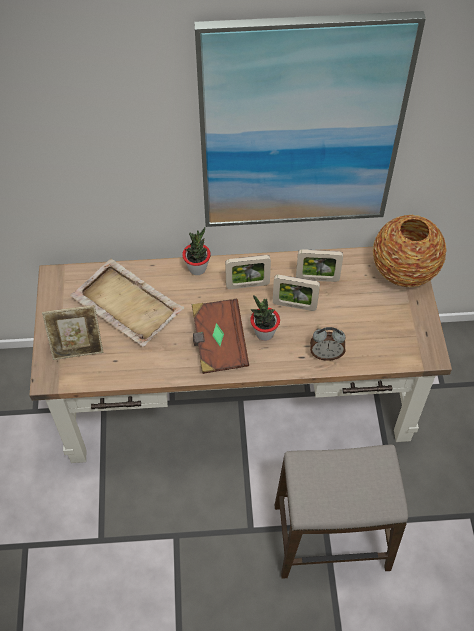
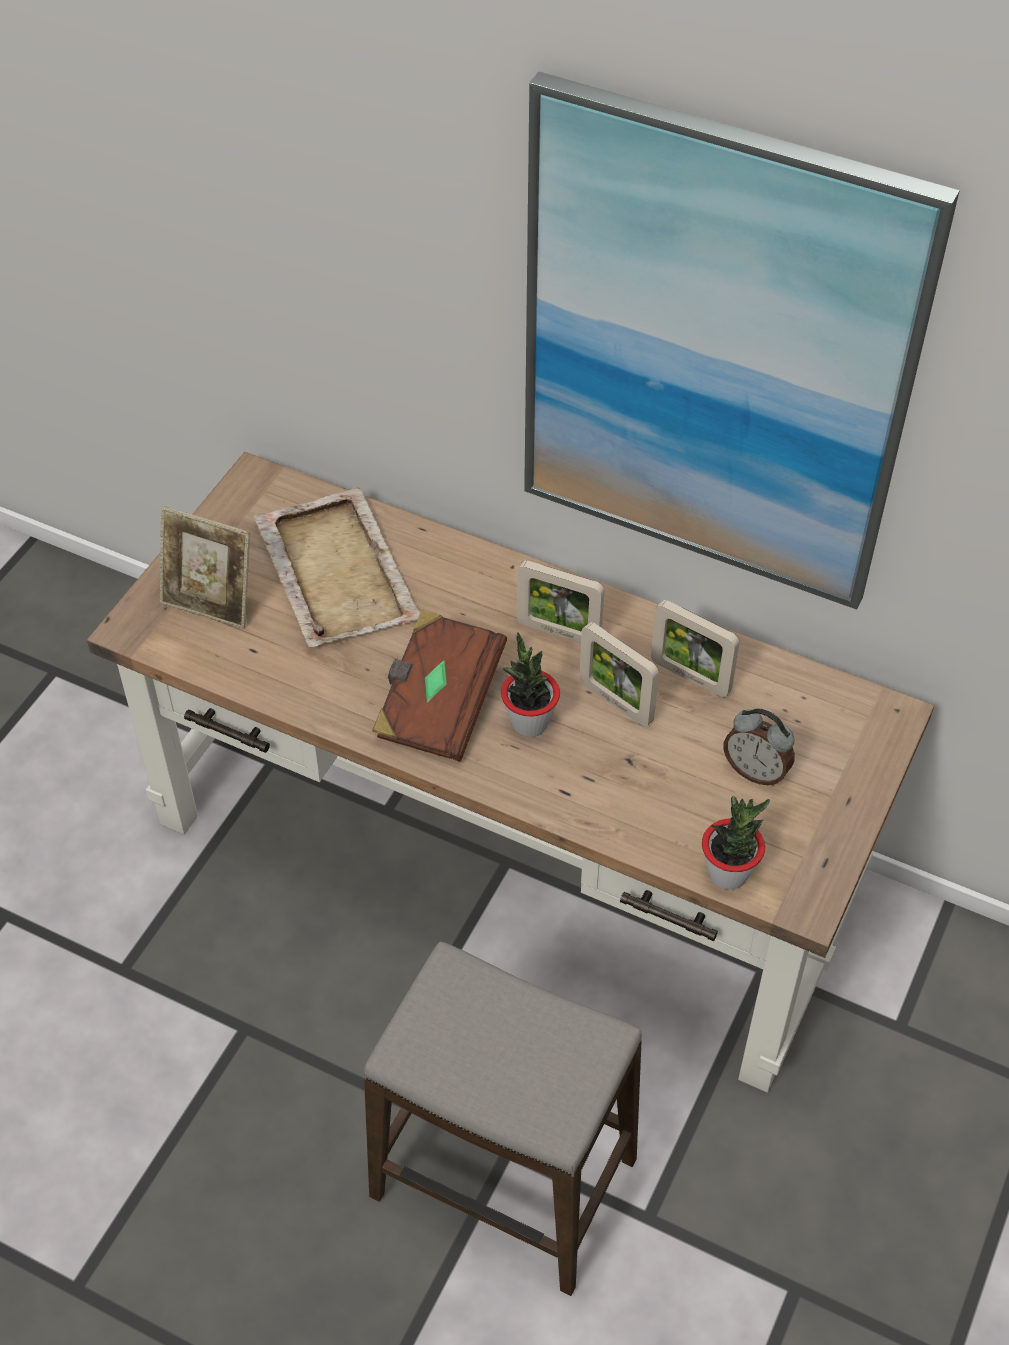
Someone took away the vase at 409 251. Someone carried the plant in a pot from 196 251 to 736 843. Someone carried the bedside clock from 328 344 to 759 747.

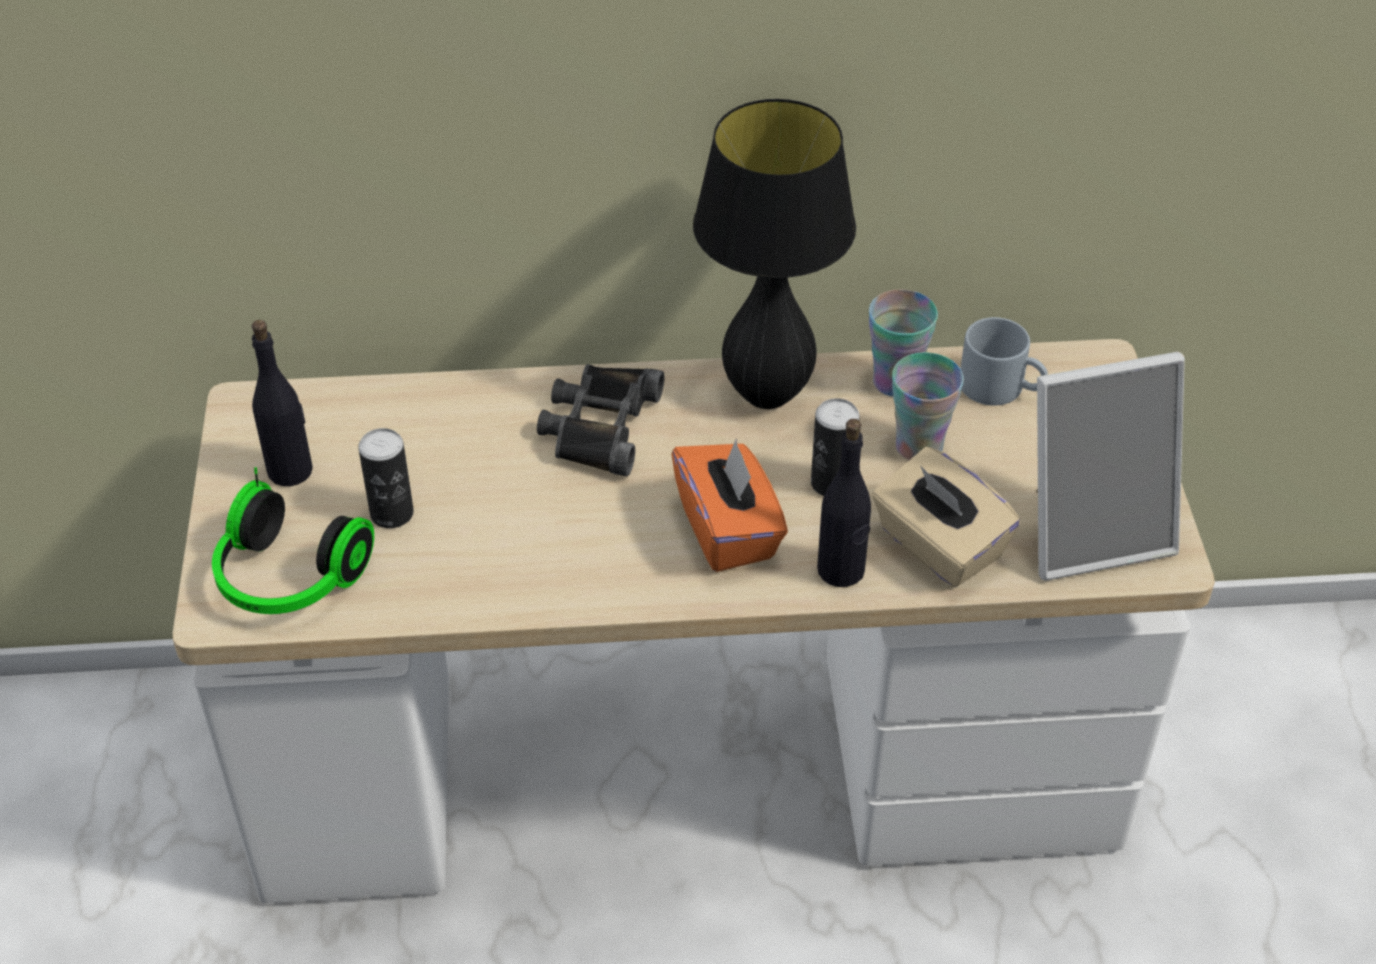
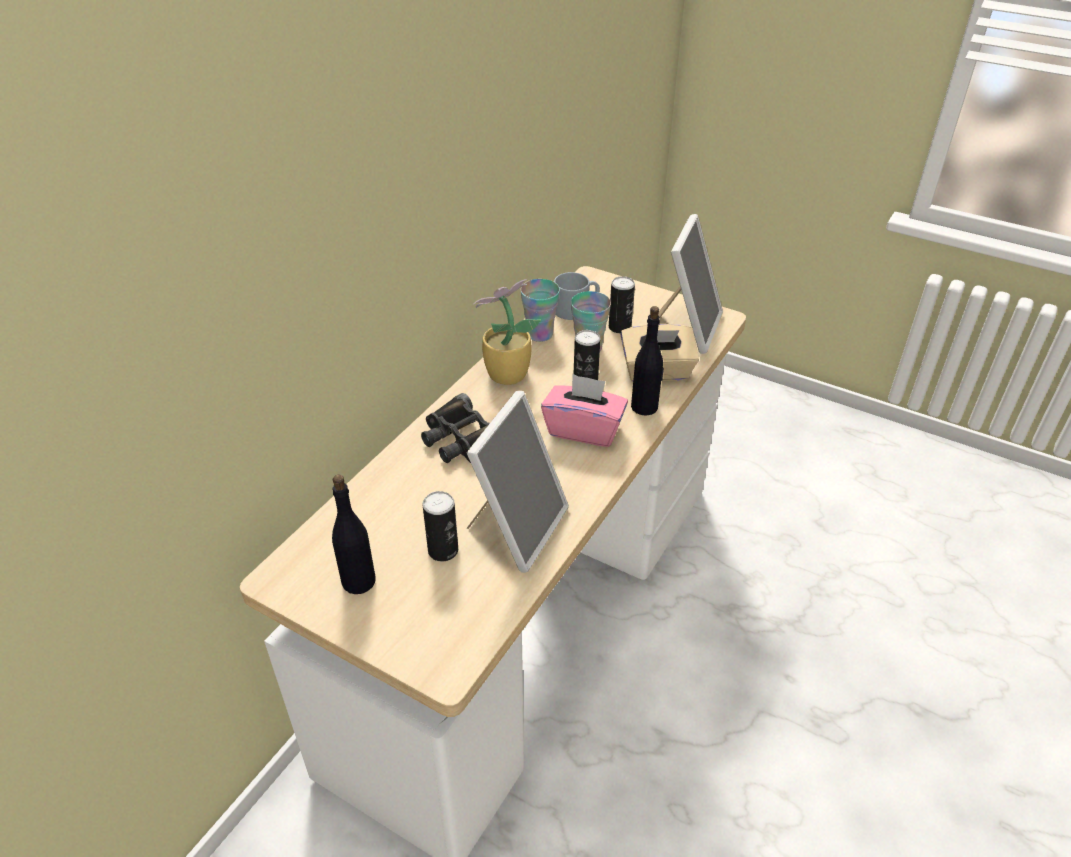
Someone swapped the black tabletop lamp at 774 254 for the plant in a pot at 507 332. Someone repainted the orange tissue holder at 729 505, which became the pinkish tissue holder at 584 410. Someone took away the headphones at 293 540. Someone put down the sealed can at 622 304. Someone put down the photo frame at 517 481.

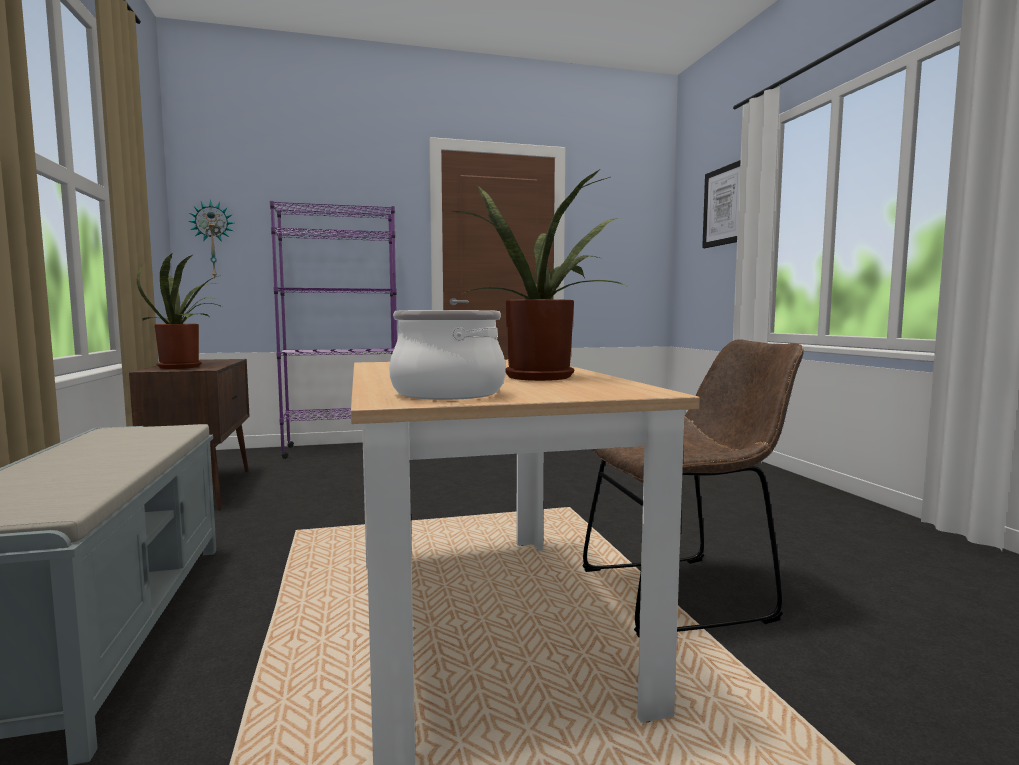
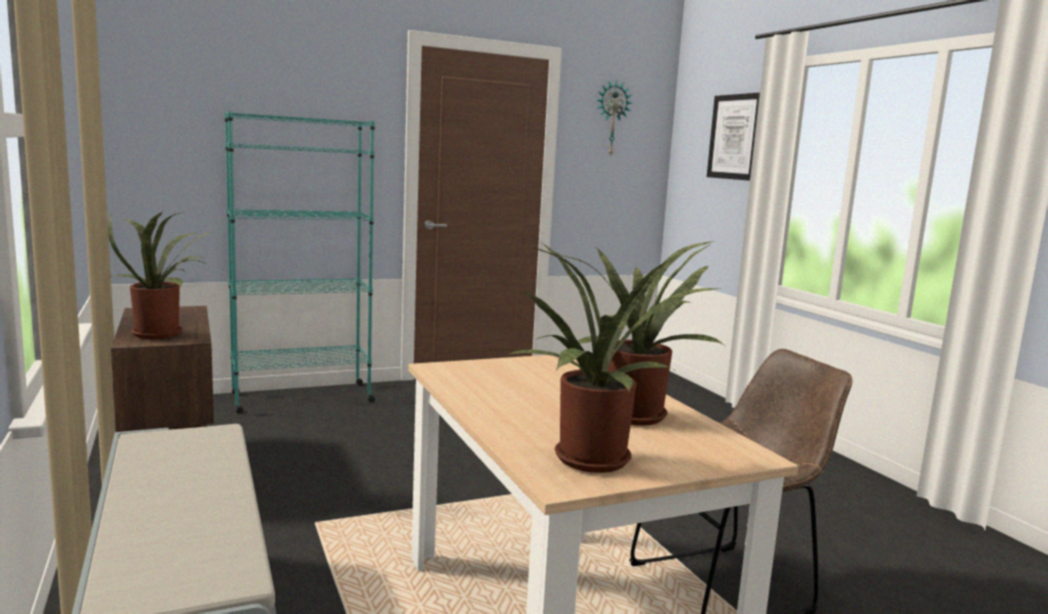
Someone carried the clock on the wall from 211 239 to 614 118. Someone repainted the purple-coloured bookshelf at 333 330, which became the turquoise-coloured bookshelf at 299 262. Someone swapped the cooking pot at 447 355 for the plant in a pot at 613 358.

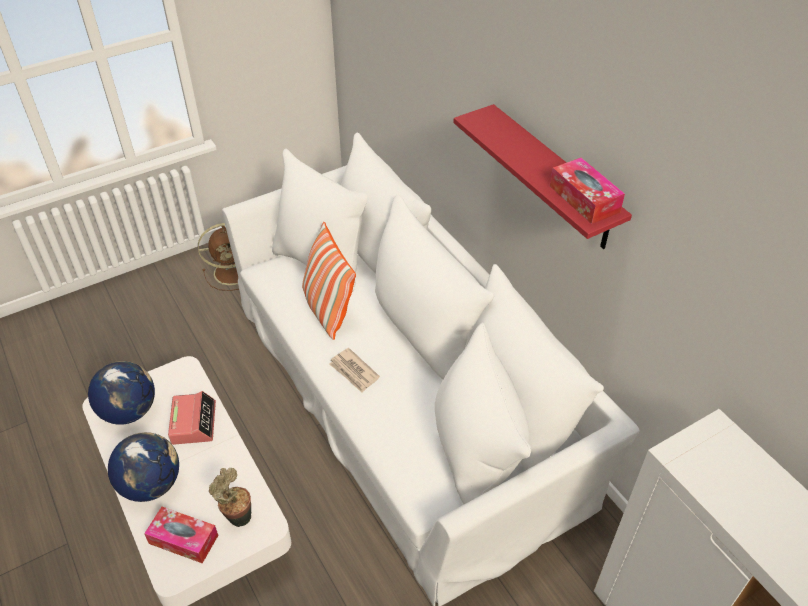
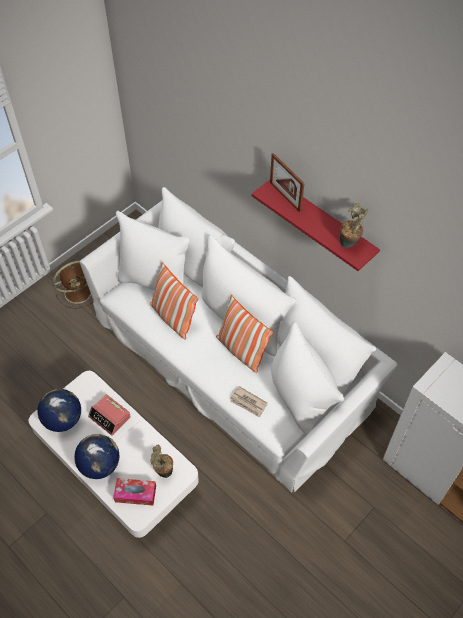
Someone swapped the tissue holder at 587 191 for the plant in a pot at 354 225. Someone carried the newspaper from 354 370 to 249 402. Someone rotated the bedside clock at 192 418 by 150 degrees clockwise. Someone put down the photo frame at 287 183. Someone put down the cushion at 244 334.

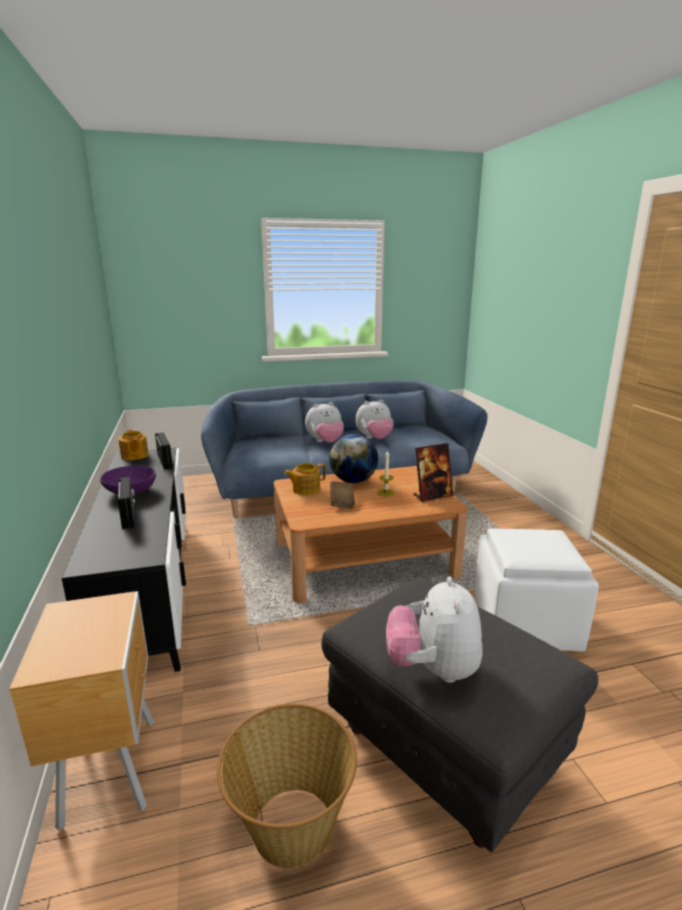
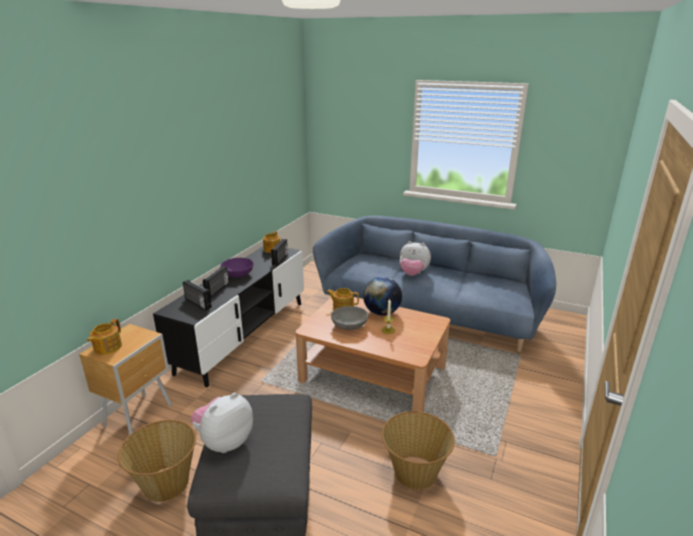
Someone took away the soft toy at 375 419. Someone took away the photo frame at 433 472. Someone swapped the brown book at 342 495 for the grey bowl at 349 318. Someone swapped the whitish ottoman at 537 590 for the storage basket at 418 450. Someone put down the radio receiver at 197 295. Someone put down the tea pot at 104 337.

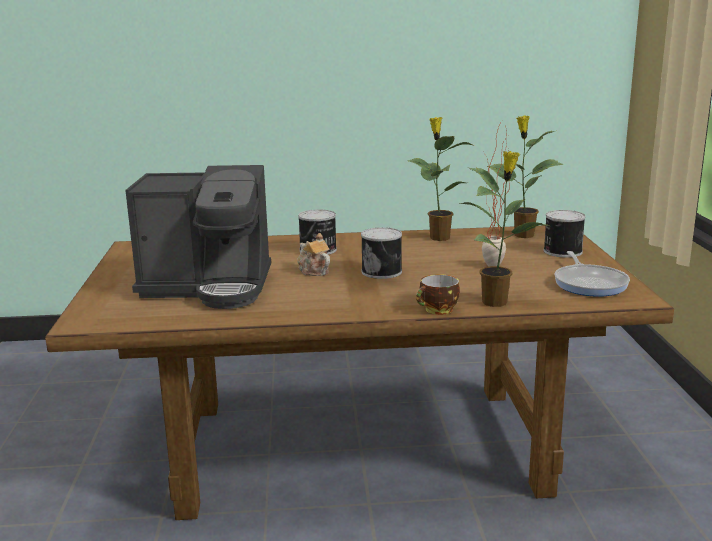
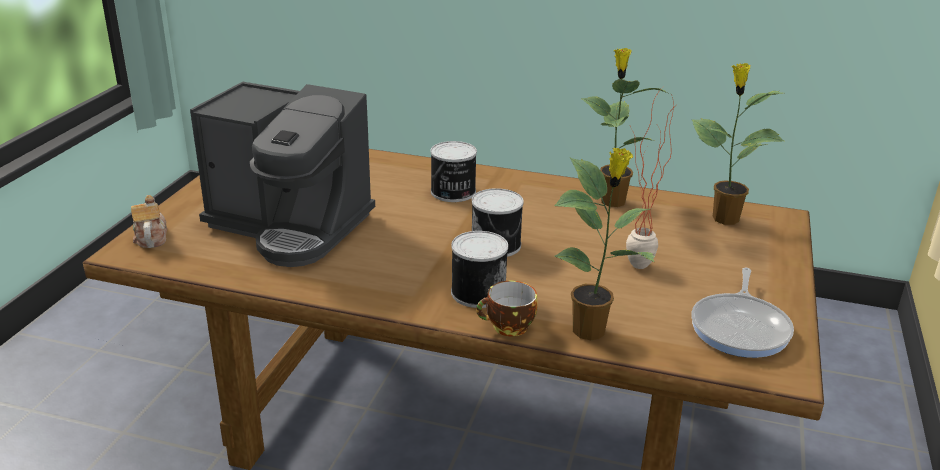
Someone carried the sealed can from 565 234 to 479 269. Someone carried the tea pot from 313 254 to 149 221.

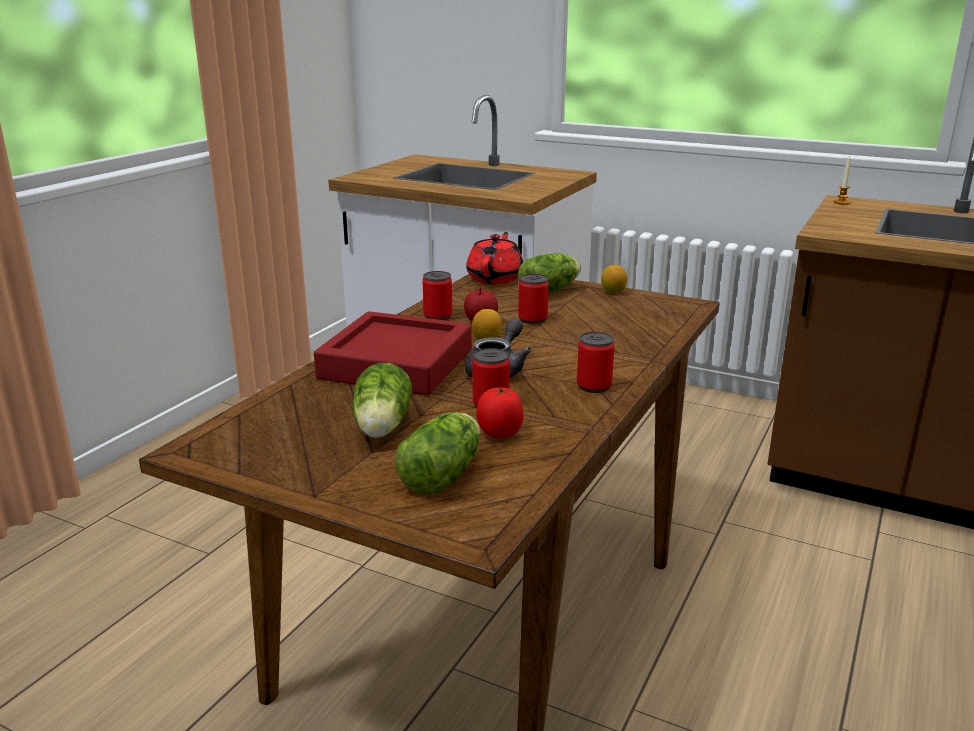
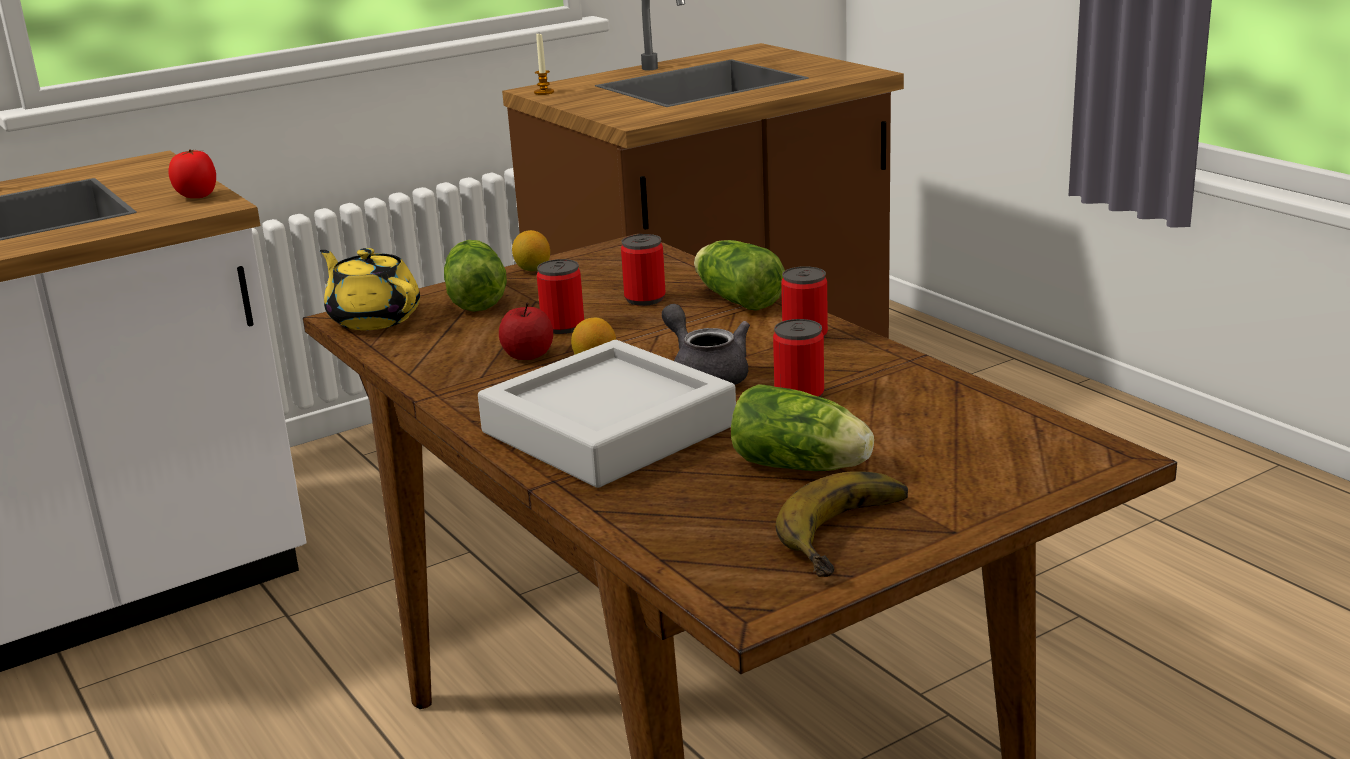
Someone repainted the red-coloured tea pot at 494 258, which became the yellowish tea pot at 370 289. Someone carried the sealed can from 437 295 to 643 270. Someone repainted the red-coloured tray at 393 353, which became the grey tray at 607 414. Someone carried the tomato from 499 413 to 192 173. Someone carried the lettuce head from 437 453 to 739 275. Someone put down the banana at 842 524.

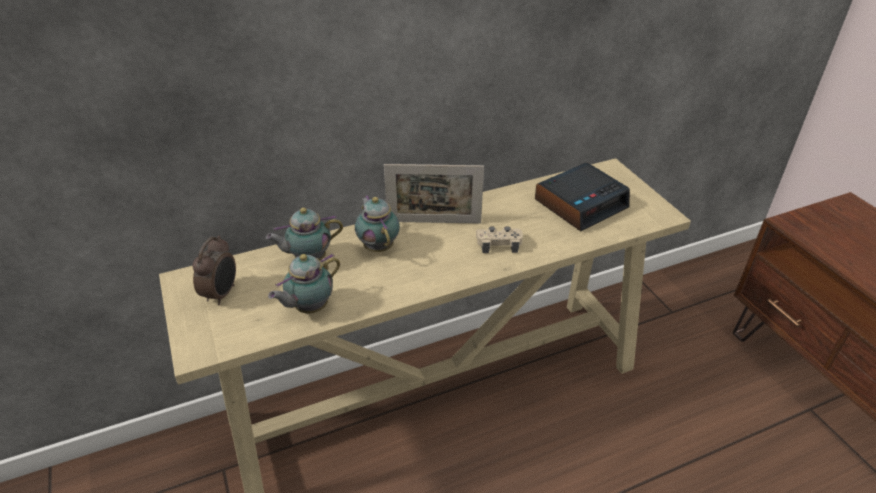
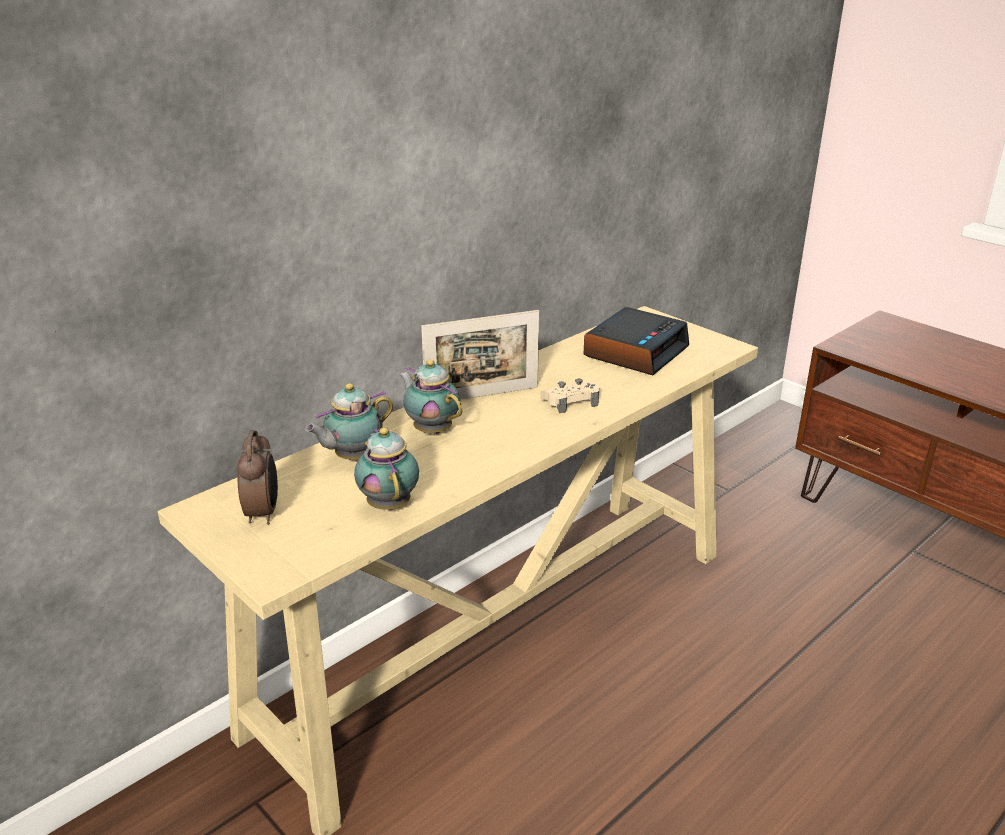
Someone rotated the tea pot at 304 283 by 135 degrees clockwise.

